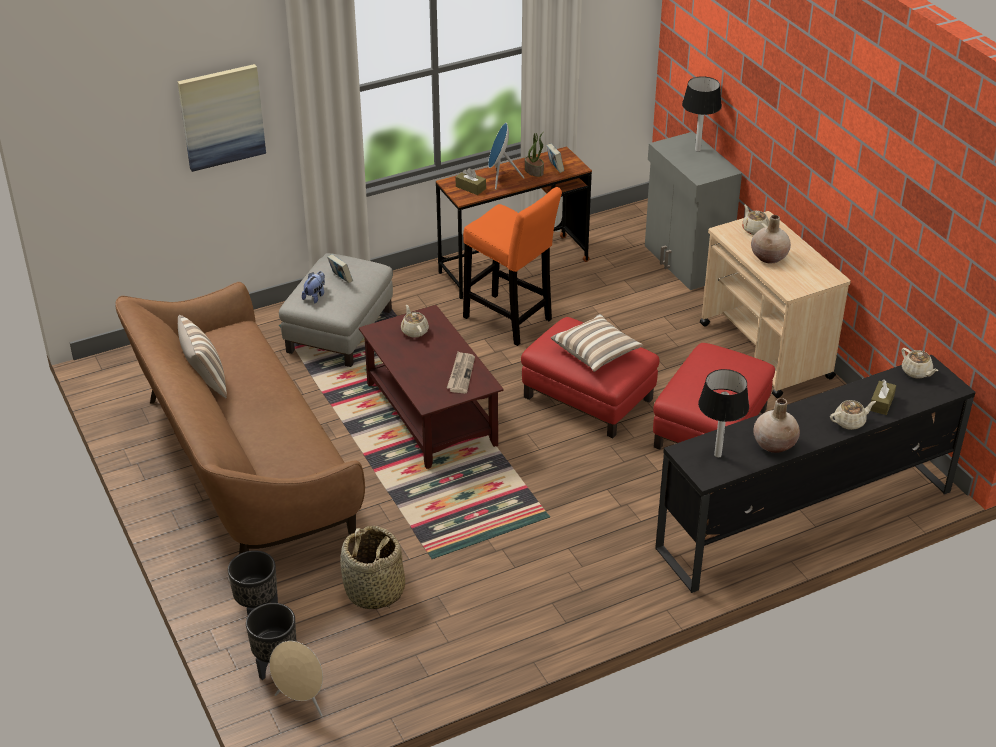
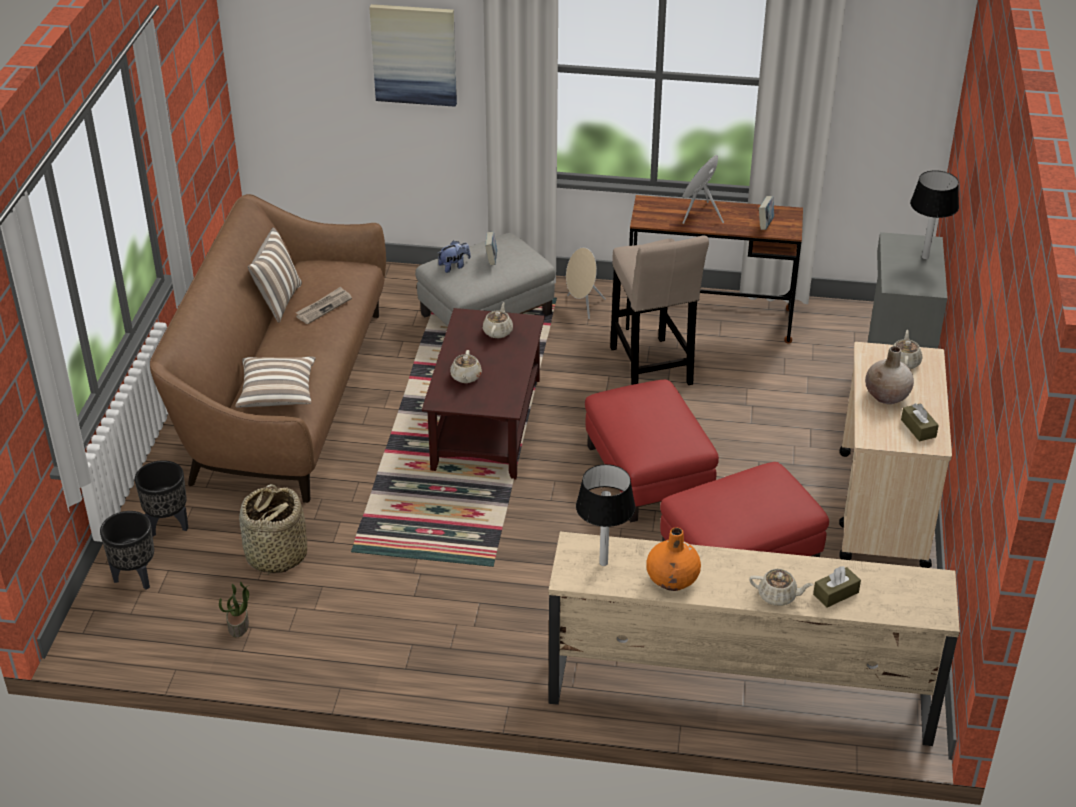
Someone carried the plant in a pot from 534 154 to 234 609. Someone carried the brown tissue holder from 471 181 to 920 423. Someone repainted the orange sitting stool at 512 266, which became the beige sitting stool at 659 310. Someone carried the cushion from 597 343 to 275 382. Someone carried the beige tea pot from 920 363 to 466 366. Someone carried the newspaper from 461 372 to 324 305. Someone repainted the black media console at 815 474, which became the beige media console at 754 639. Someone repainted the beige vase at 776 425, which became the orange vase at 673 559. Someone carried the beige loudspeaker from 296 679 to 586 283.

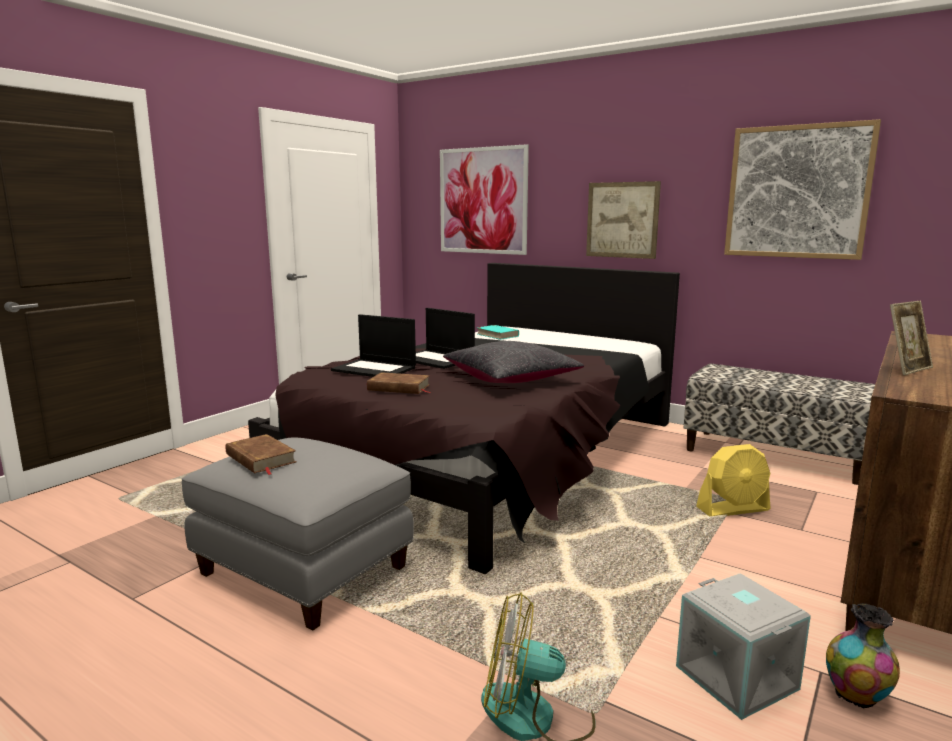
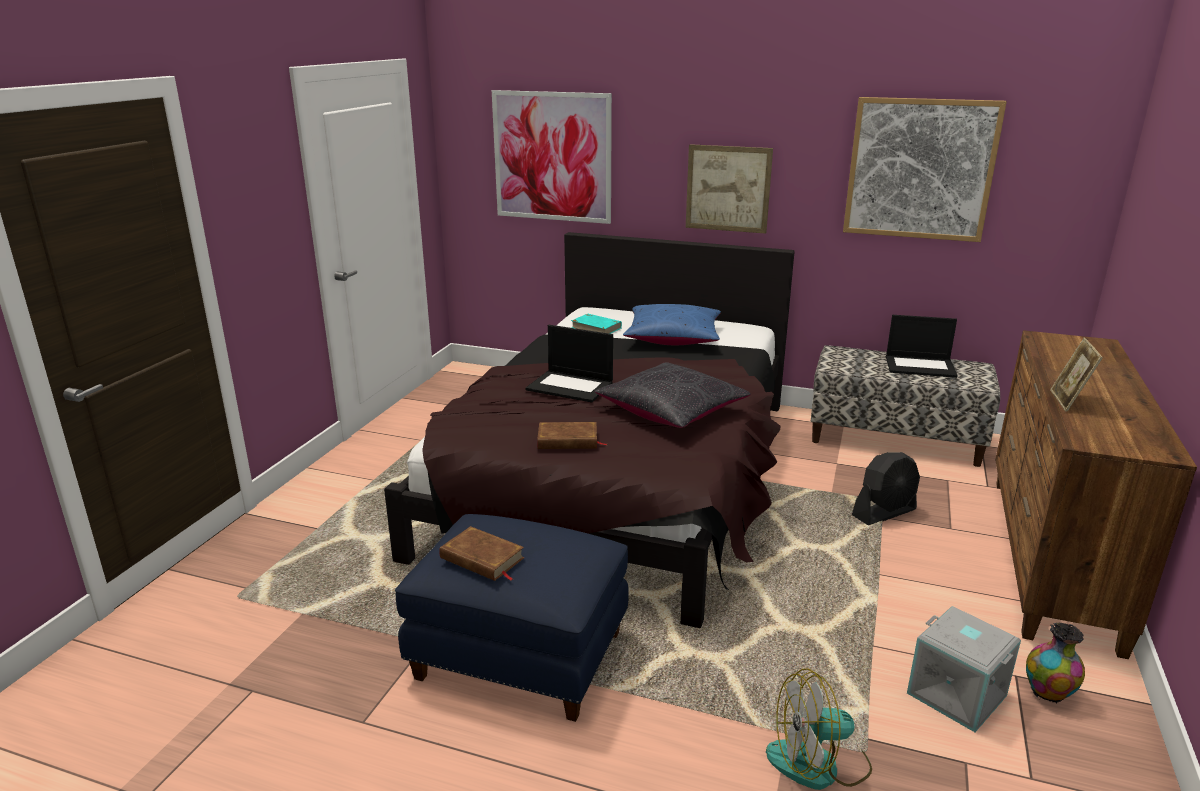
Someone rotated the photo frame at 911 337 by 150 degrees clockwise. Someone carried the portable computer from 373 345 to 922 346. Someone repainted the grey ottoman at 297 534, which became the blue ottoman at 512 618. Someone repainted the yellowish electric fan at 733 480, which became the black electric fan at 886 488. Someone put down the blue cushion at 672 324.

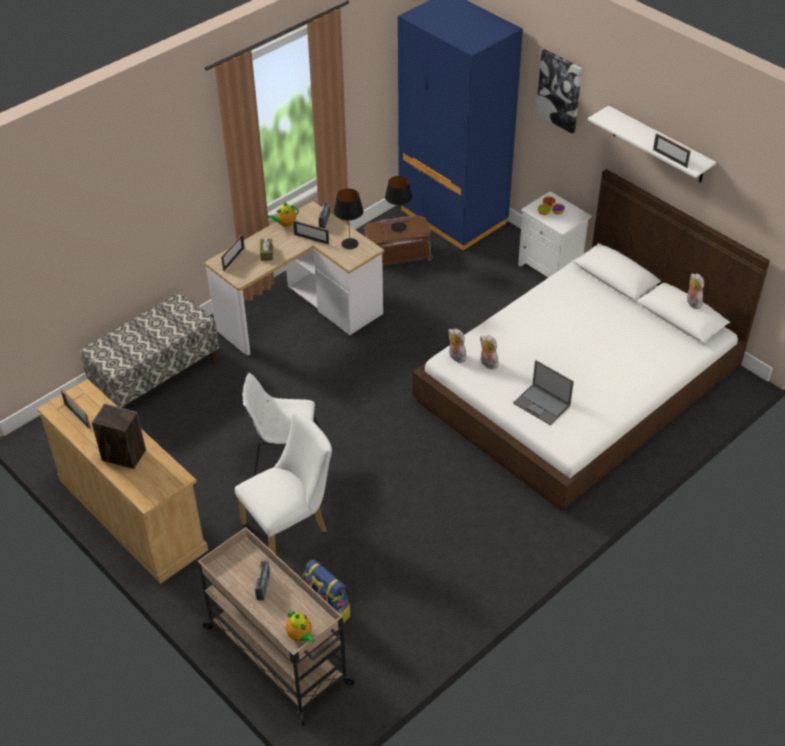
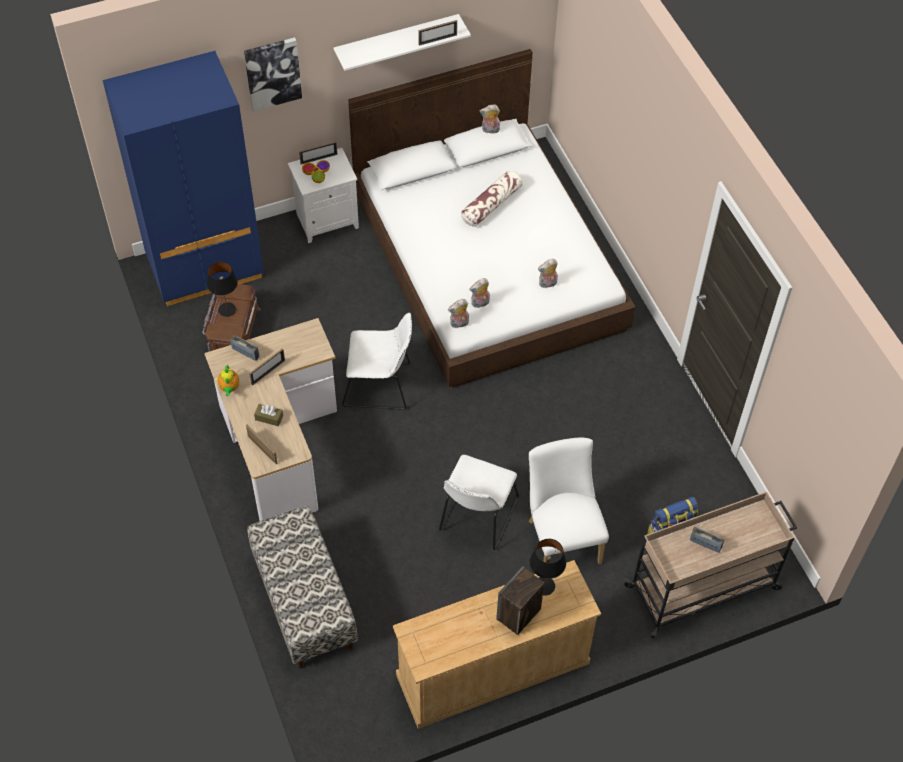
Someone carried the black tabletop lamp from 349 219 to 548 567. Someone swapped the portable computer at 543 392 for the soft toy at 548 273. Someone carried the photo frame from 75 409 to 318 153. Someone took away the tea pot at 300 627. Someone put down the cushion at 492 198. Someone put down the whitish chair at 377 361.

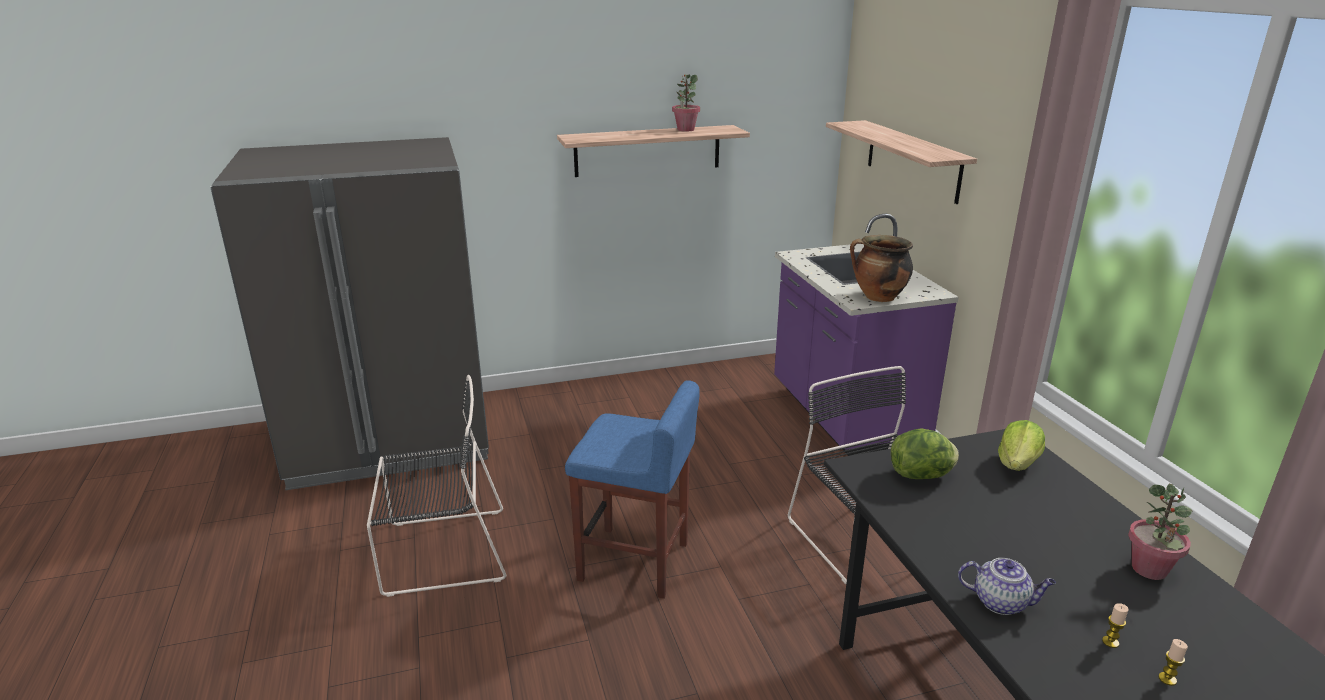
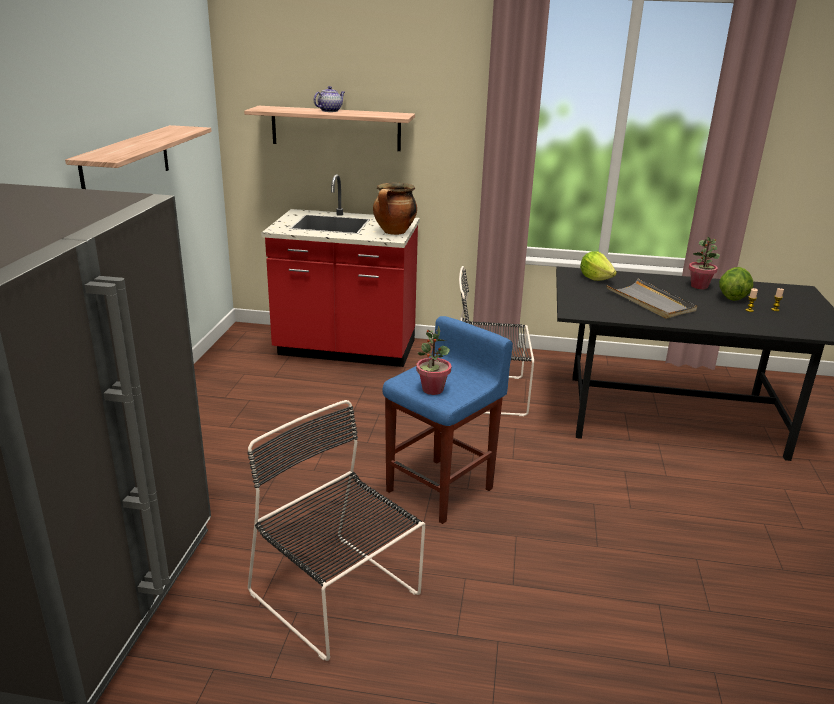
Someone carried the plant in a pot from 686 103 to 433 360. Someone repainted the purple-coloured kitchen base unit at 866 335, which became the red-coloured kitchen base unit at 340 270. Someone rotated the black chair at 436 486 by 60 degrees counterclockwise. Someone carried the lettuce head from 925 453 to 736 284. Someone carried the tea pot from 1007 586 to 329 99. Someone put down the grey tray at 651 299.

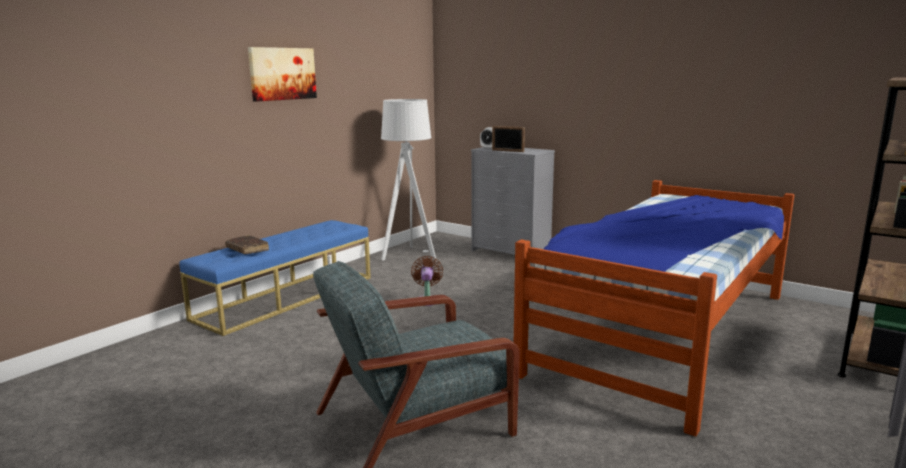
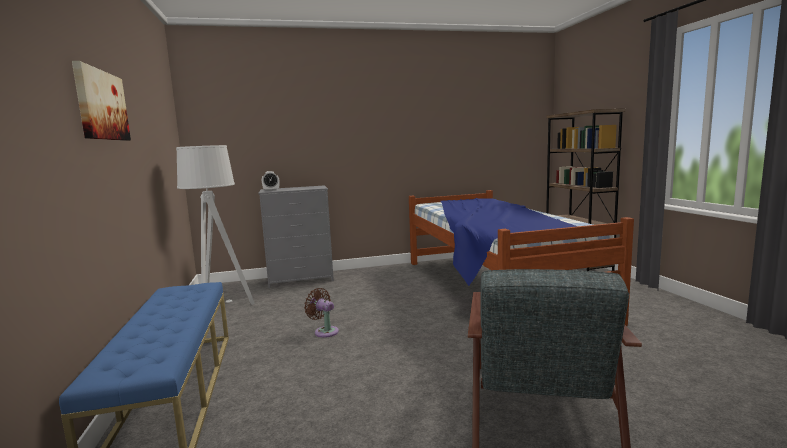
Someone took away the photo frame at 508 139. Someone took away the brown book at 247 244.

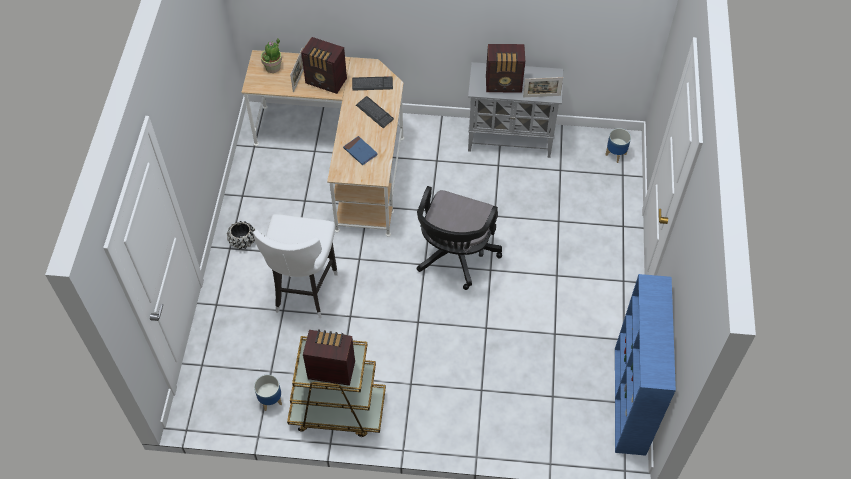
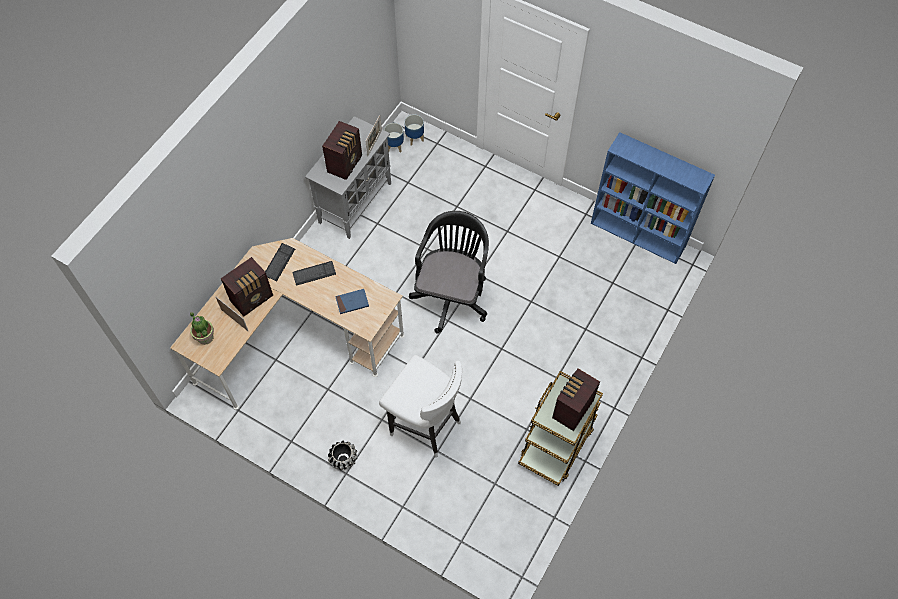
Someone rotated the black desk chair at 459 238 by 120 degrees counterclockwise. Someone carried the plant pot from 268 393 to 394 138.

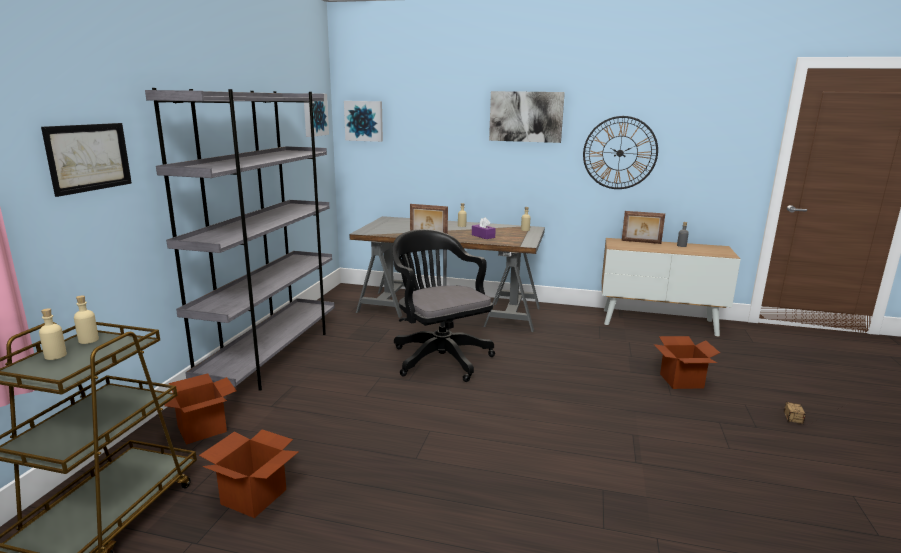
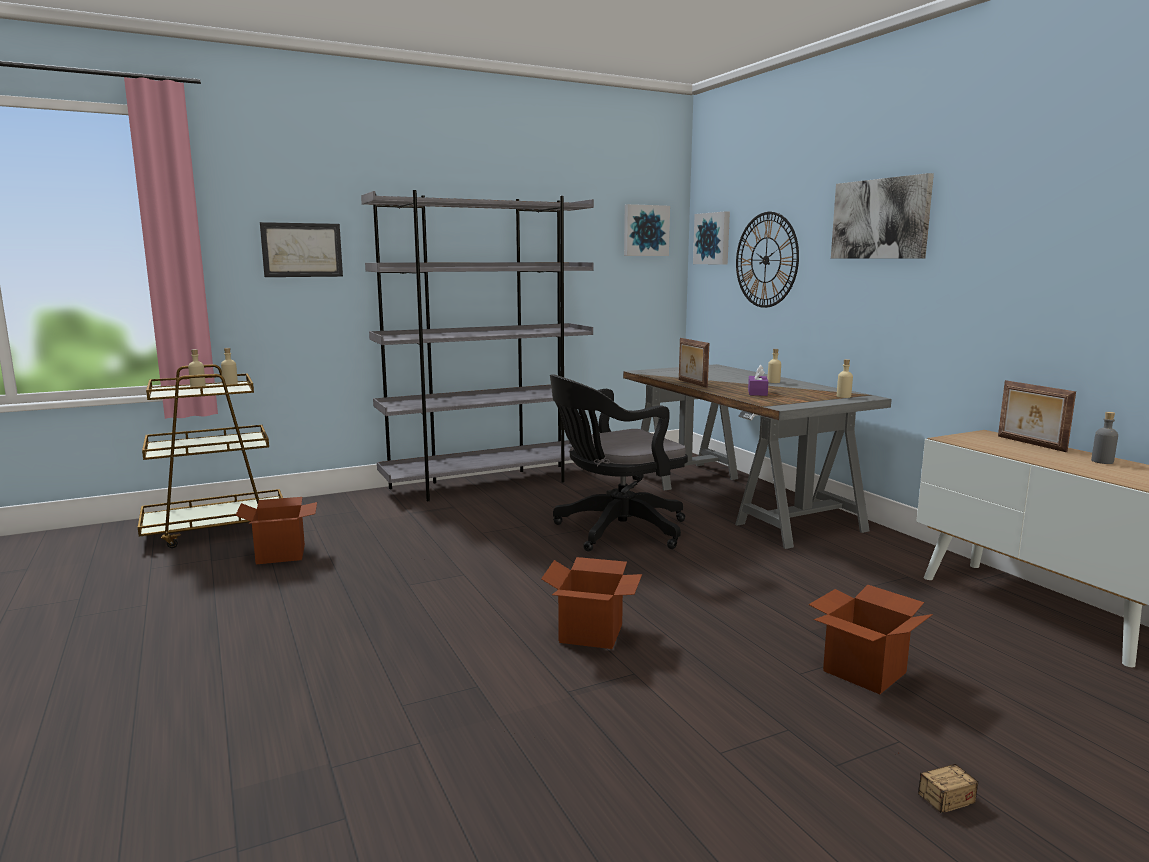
Someone carried the clock on the wall from 620 152 to 767 260. Someone rotated the black desk chair at 443 305 by 135 degrees counterclockwise. Someone carried the cardboard box from 200 409 to 591 603.

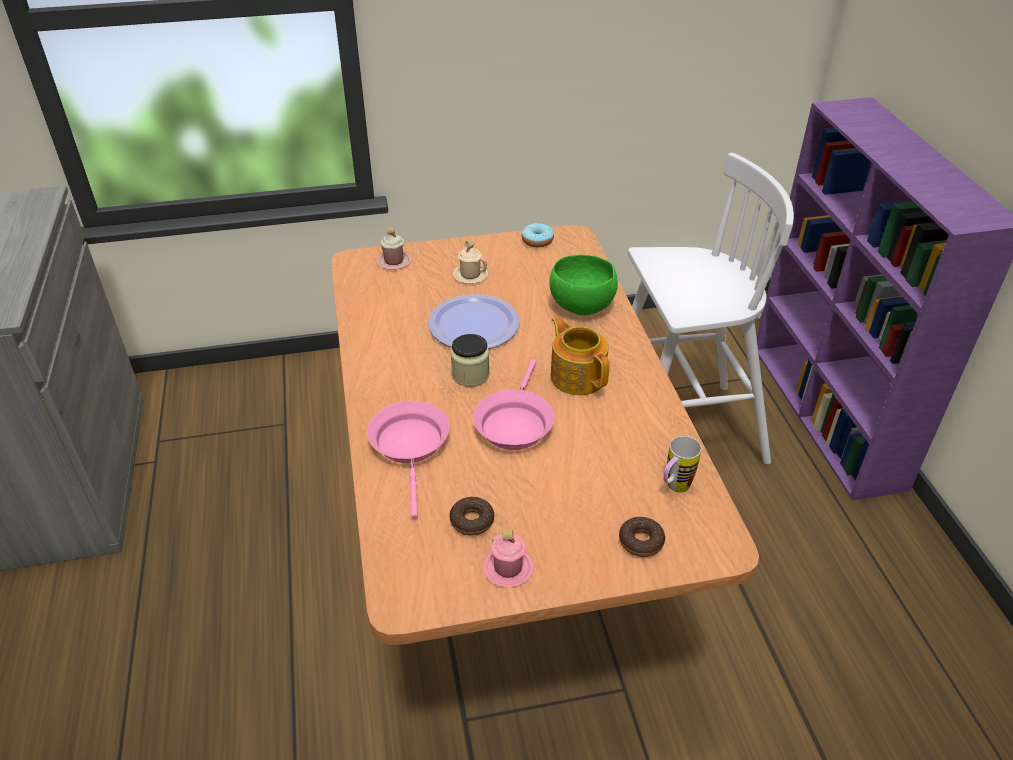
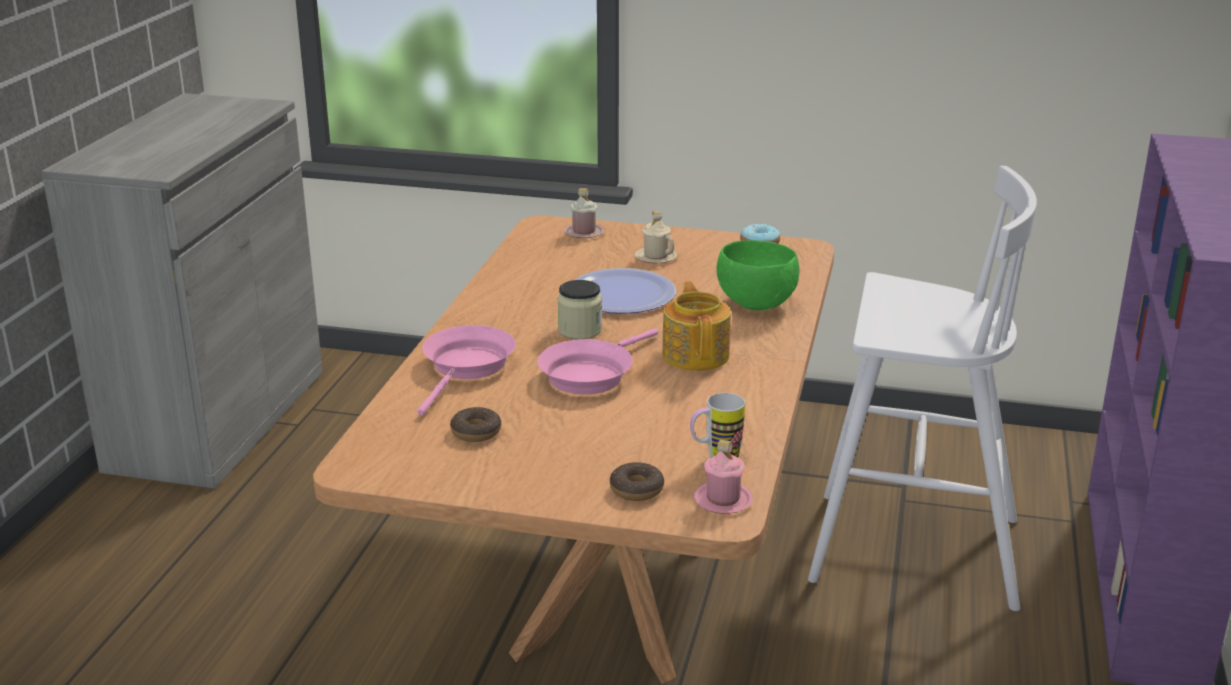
Someone carried the pinkish tea mug from 508 558 to 723 477.

